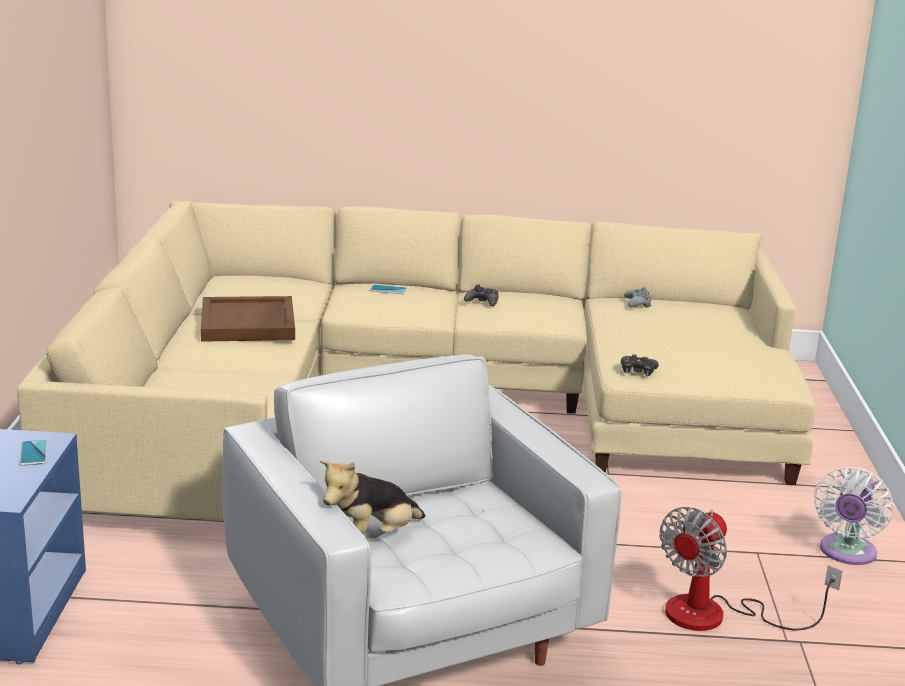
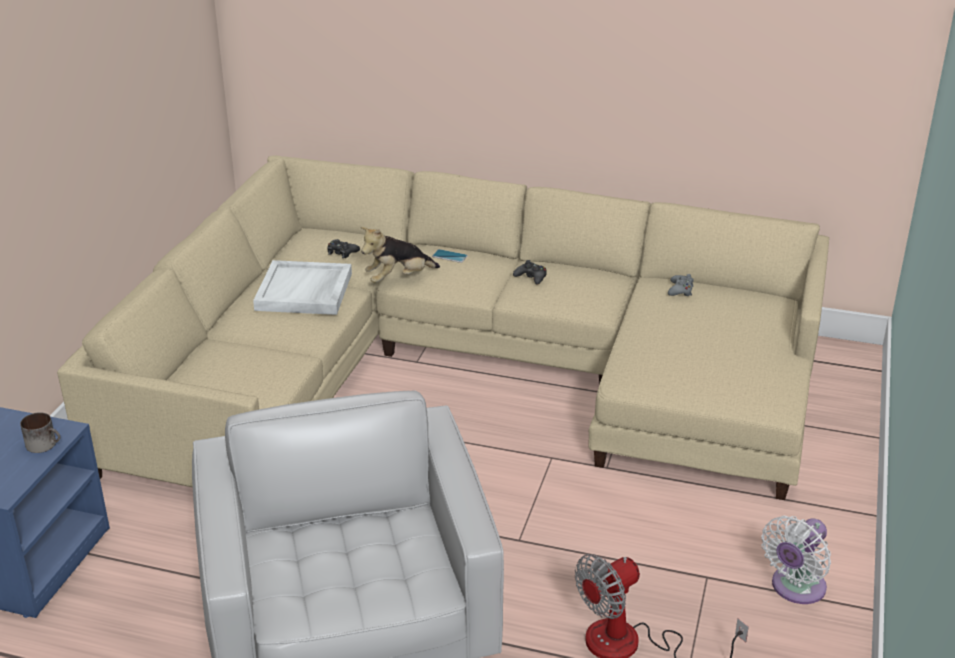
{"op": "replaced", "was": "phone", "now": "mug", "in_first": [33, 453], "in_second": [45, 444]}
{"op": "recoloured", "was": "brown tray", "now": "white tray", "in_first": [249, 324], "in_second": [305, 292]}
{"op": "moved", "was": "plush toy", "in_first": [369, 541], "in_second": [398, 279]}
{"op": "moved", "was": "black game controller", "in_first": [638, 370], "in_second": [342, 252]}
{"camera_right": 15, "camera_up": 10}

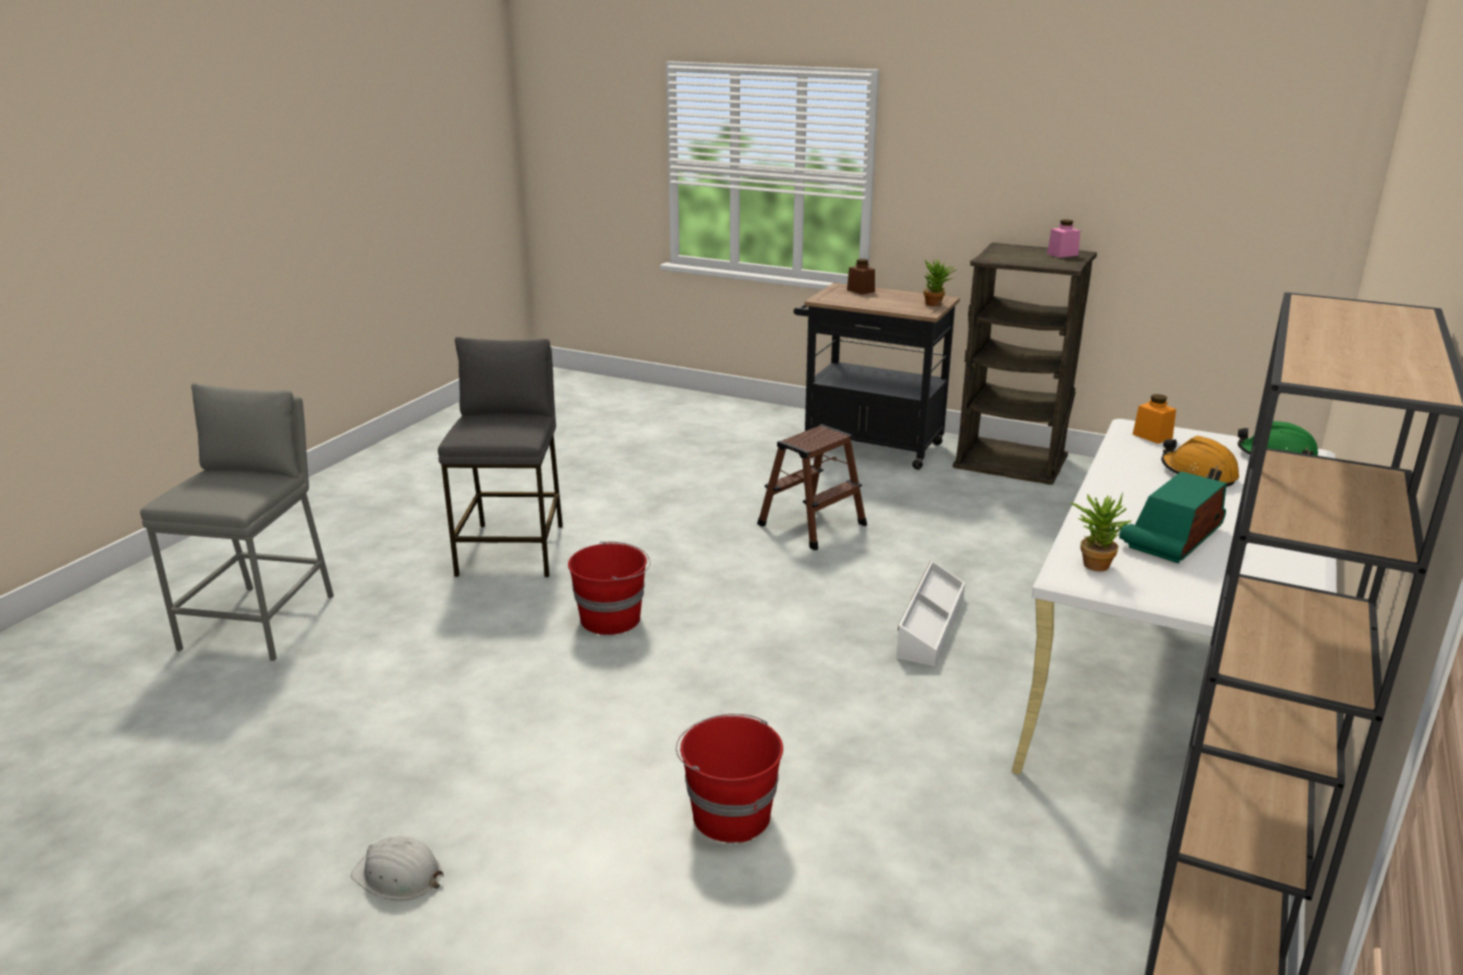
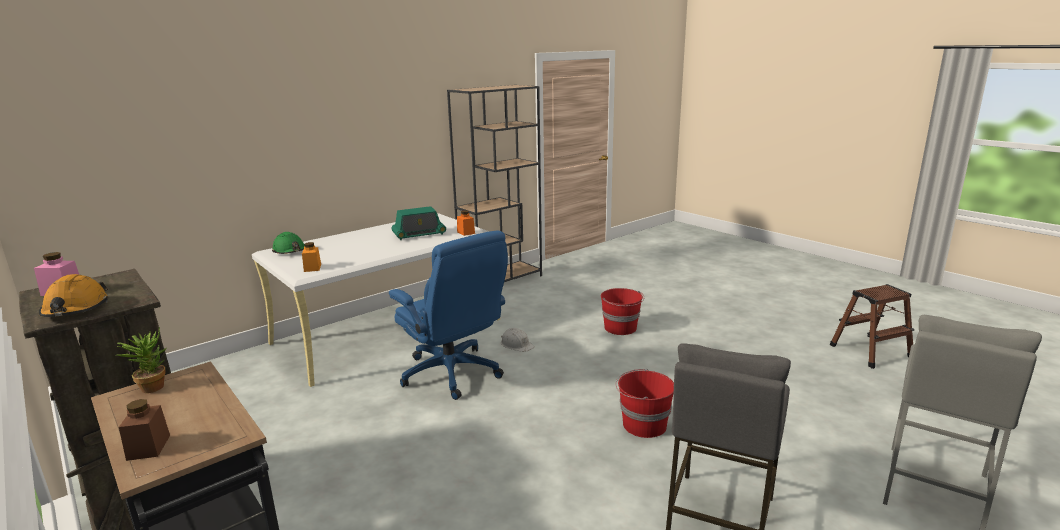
{"op": "moved", "was": "white hard hat", "in_first": [398, 876], "in_second": [516, 344]}
{"op": "moved", "was": "brown step ladder", "in_first": [811, 524], "in_second": [871, 351]}
{"op": "replaced", "was": "white storage box", "now": "blue office chair", "in_first": [929, 625], "in_second": [454, 376]}
{"op": "replaced", "was": "potted plant", "now": "orange jar", "in_first": [1093, 562], "in_second": [466, 232]}
{"op": "moved", "was": "orange hard hat", "in_first": [1198, 474], "in_second": [76, 309]}
{"camera_right": -155, "camera_up": -5}

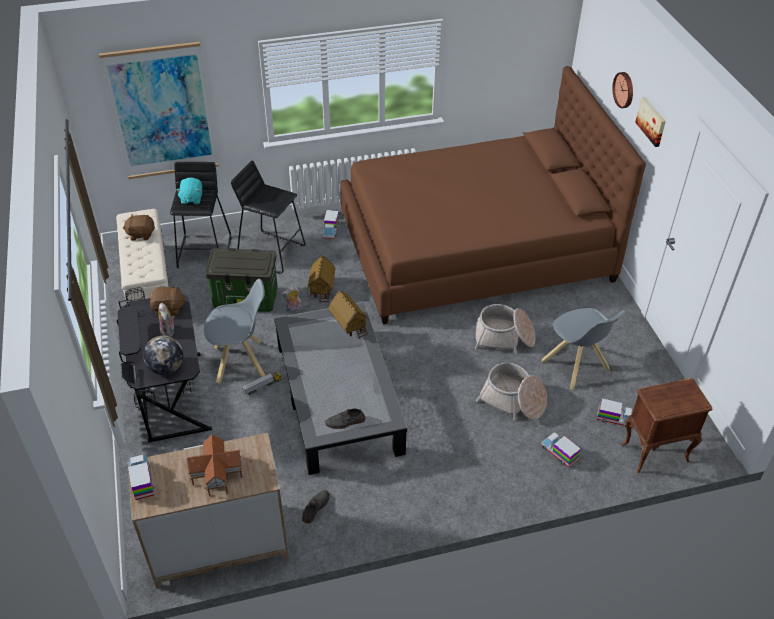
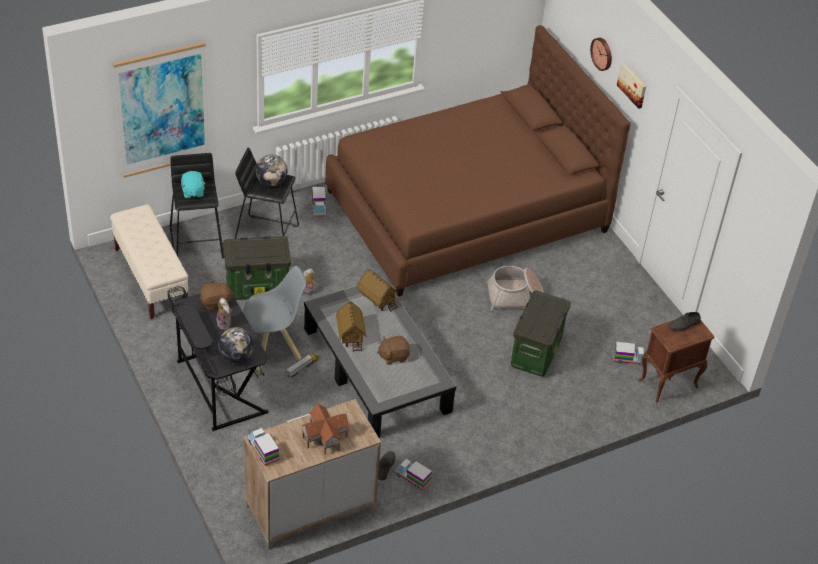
{"op": "moved", "was": "brown plush toy", "in_first": [141, 234], "in_second": [393, 356]}
{"op": "moved", "was": "toy house", "in_first": [322, 289], "in_second": [351, 336]}
{"op": "moved", "was": "grey shoe", "in_first": [345, 422], "in_second": [684, 324]}
{"op": "replaced", "was": "basket", "now": "storage box", "in_first": [513, 400], "in_second": [536, 353]}
{"op": "moved", "was": "toy truck", "in_first": [559, 453], "in_second": [413, 478]}
{"op": "removed", "was": "grey chair", "in_first": [576, 366]}
{"op": "added", "now": "globe", "in_second": [271, 182]}
{"camera_right": -15, "camera_up": 0}

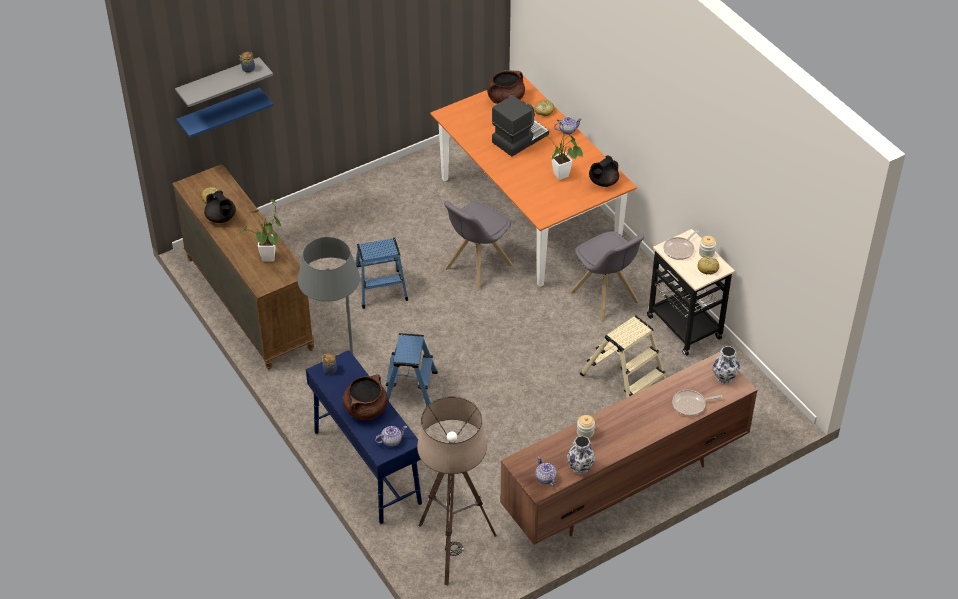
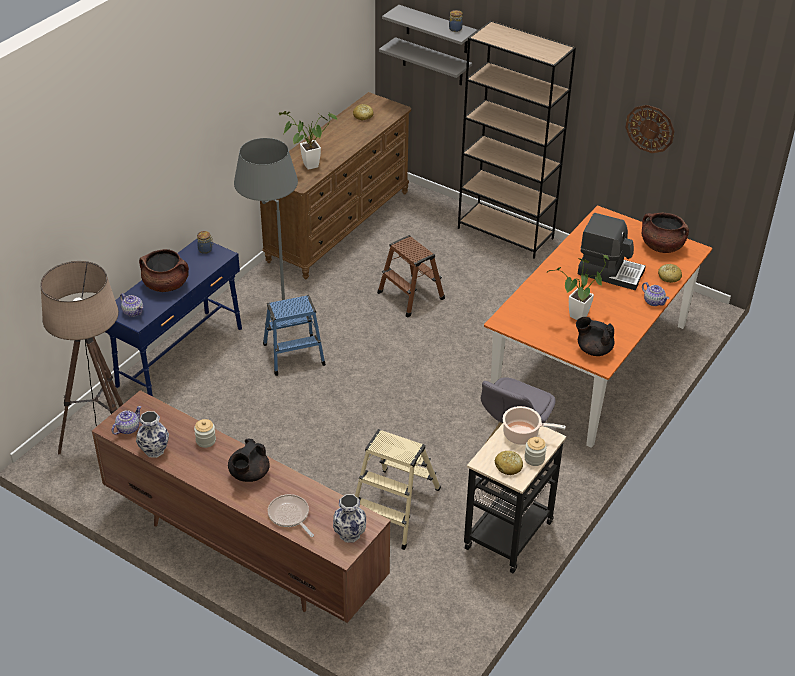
{"op": "recoloured", "was": "blue shelf", "now": "grey shelf", "in_first": [219, 113], "in_second": [432, 62]}
{"op": "moved", "was": "black teapot", "in_first": [221, 218], "in_second": [249, 474]}
{"op": "recoloured", "was": "blue step ladder", "now": "brown step ladder", "in_first": [381, 288], "in_second": [411, 295]}
{"op": "removed", "was": "grey chair", "in_first": [477, 266]}
{"op": "replaced", "was": "frying pan", "now": "cooking pot", "in_first": [680, 249], "in_second": [523, 435]}
{"op": "added", "now": "beige bookcase", "in_second": [506, 233]}
{"op": "added", "now": "wall clock", "in_second": [650, 128]}
{"camera_right": 65, "camera_up": -5}

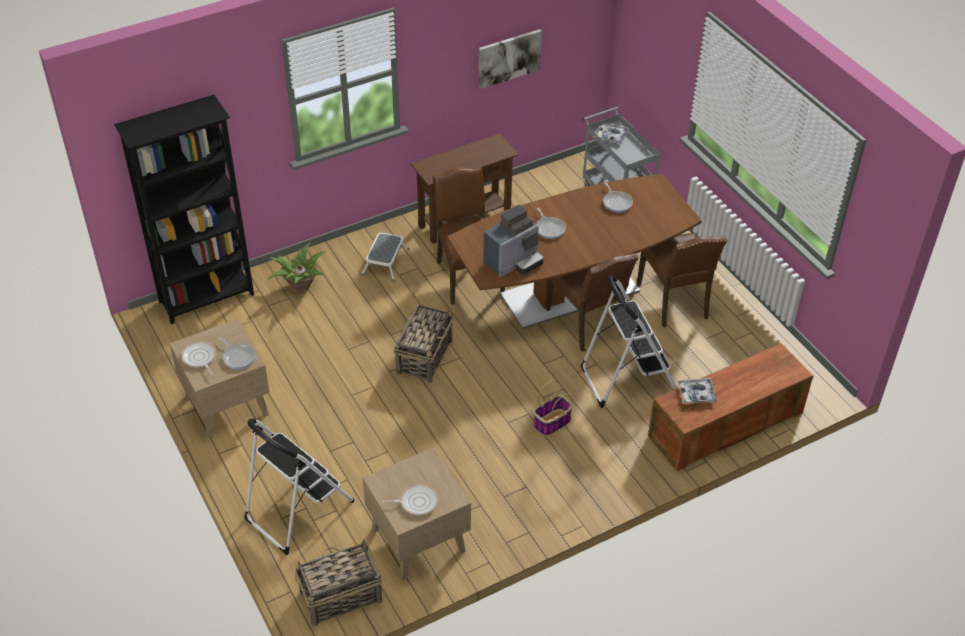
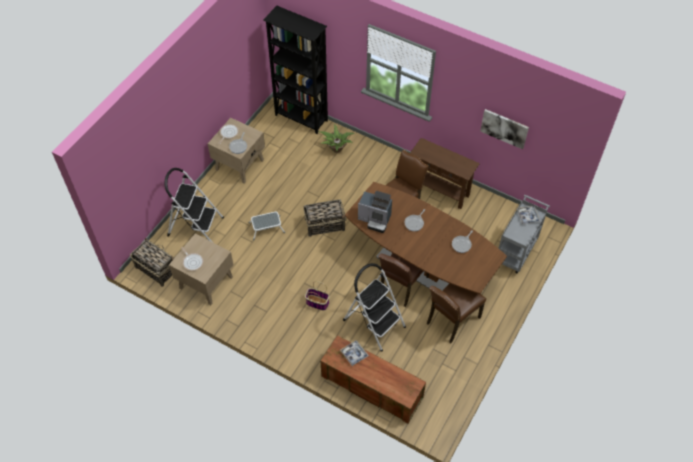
{"op": "moved", "was": "grey step ladder", "in_first": [385, 262], "in_second": [266, 227]}
{"camera_right": 60, "camera_up": 10}

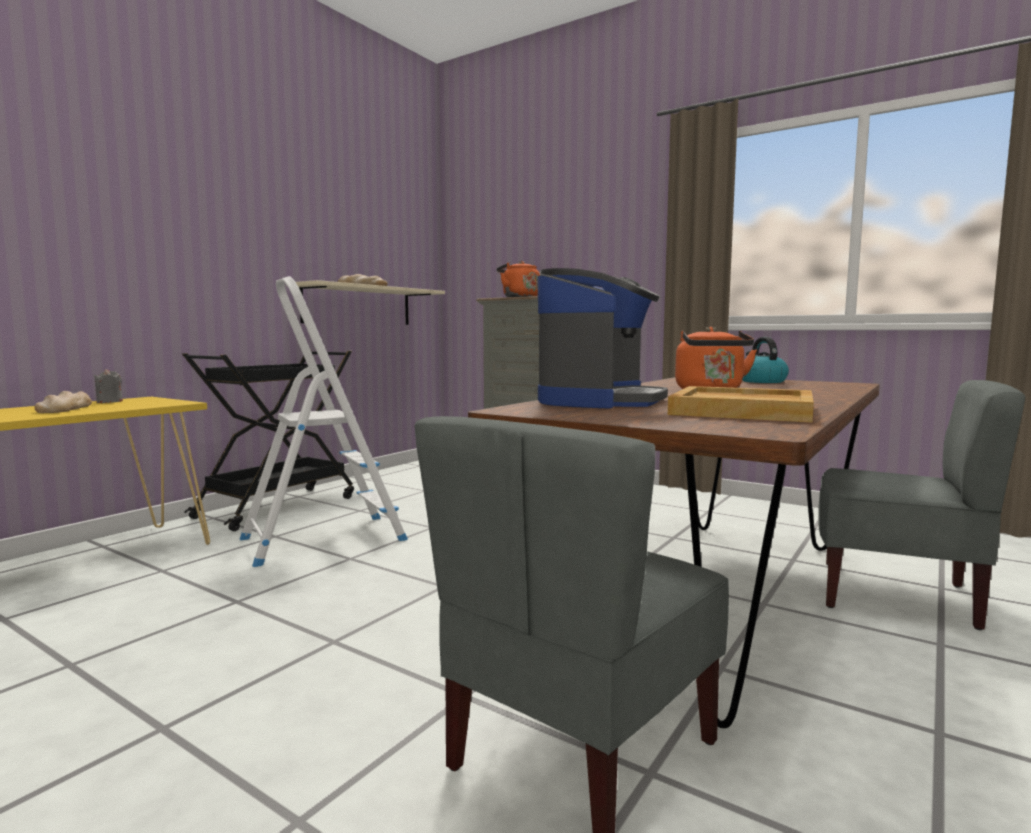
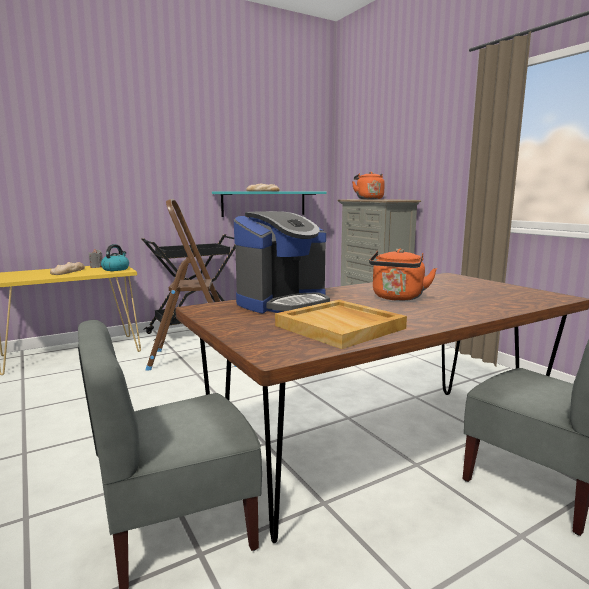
{"op": "recoloured", "was": "white step ladder", "now": "brown step ladder", "in_first": [325, 539], "in_second": [197, 358]}
{"op": "recoloured", "was": "beige shelf", "now": "turquoise shelf", "in_first": [358, 306], "in_second": [264, 203]}
{"op": "moved", "was": "kettle", "in_first": [761, 381], "in_second": [116, 269]}
{"camera_right": 25, "camera_up": 5}

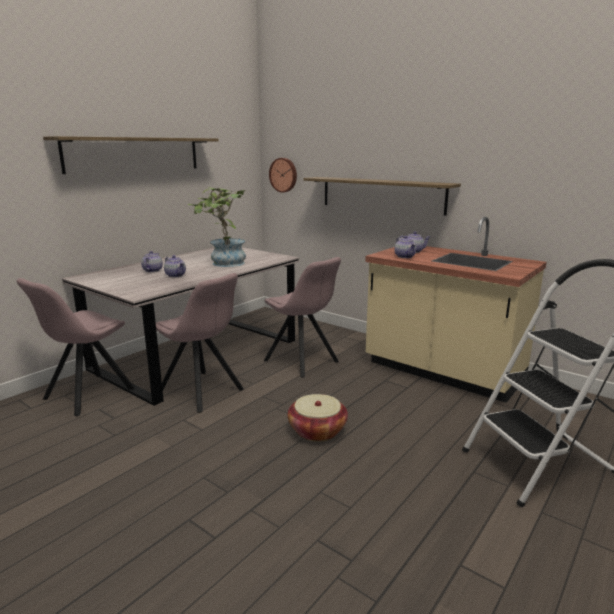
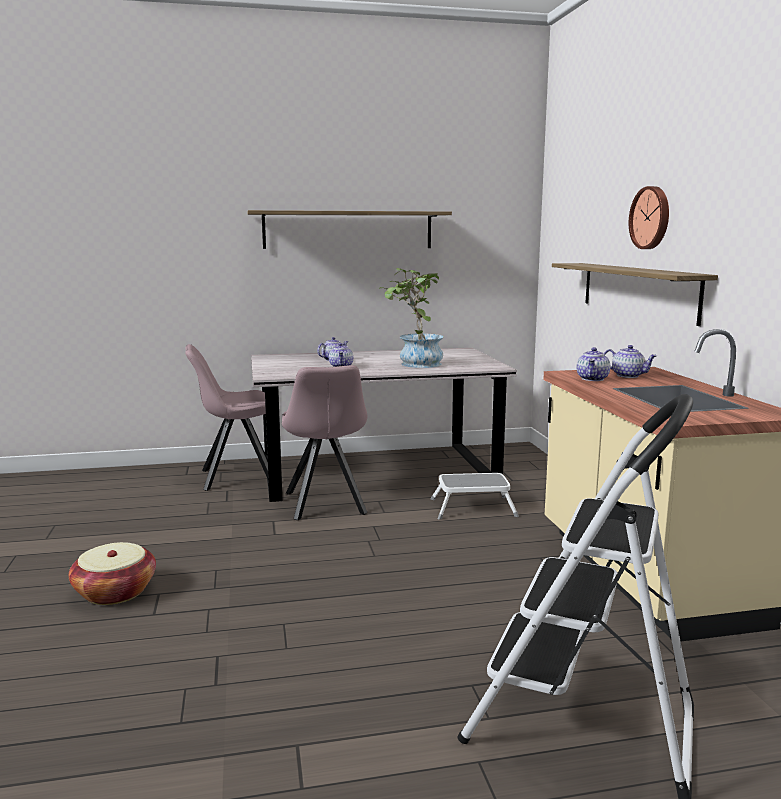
{"op": "replaced", "was": "pink chair", "now": "grey step ladder", "in_first": [302, 361], "in_second": [473, 507]}
{"op": "moved", "was": "wall clock", "in_first": [284, 175], "in_second": [651, 218]}
{"op": "moved", "was": "basket", "in_first": [317, 430], "in_second": [115, 592]}
{"camera_right": 40, "camera_up": -5}

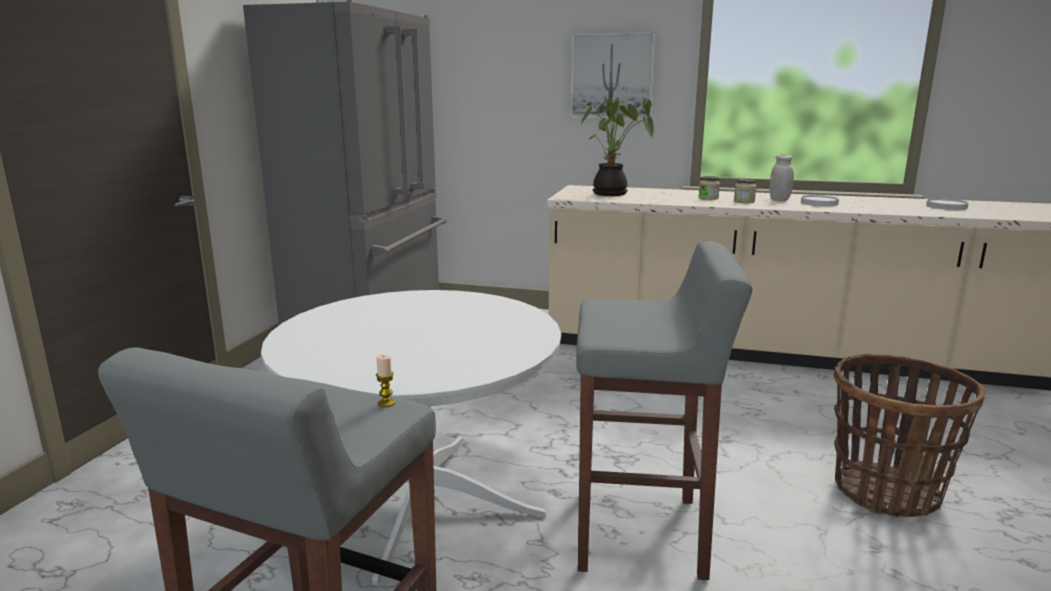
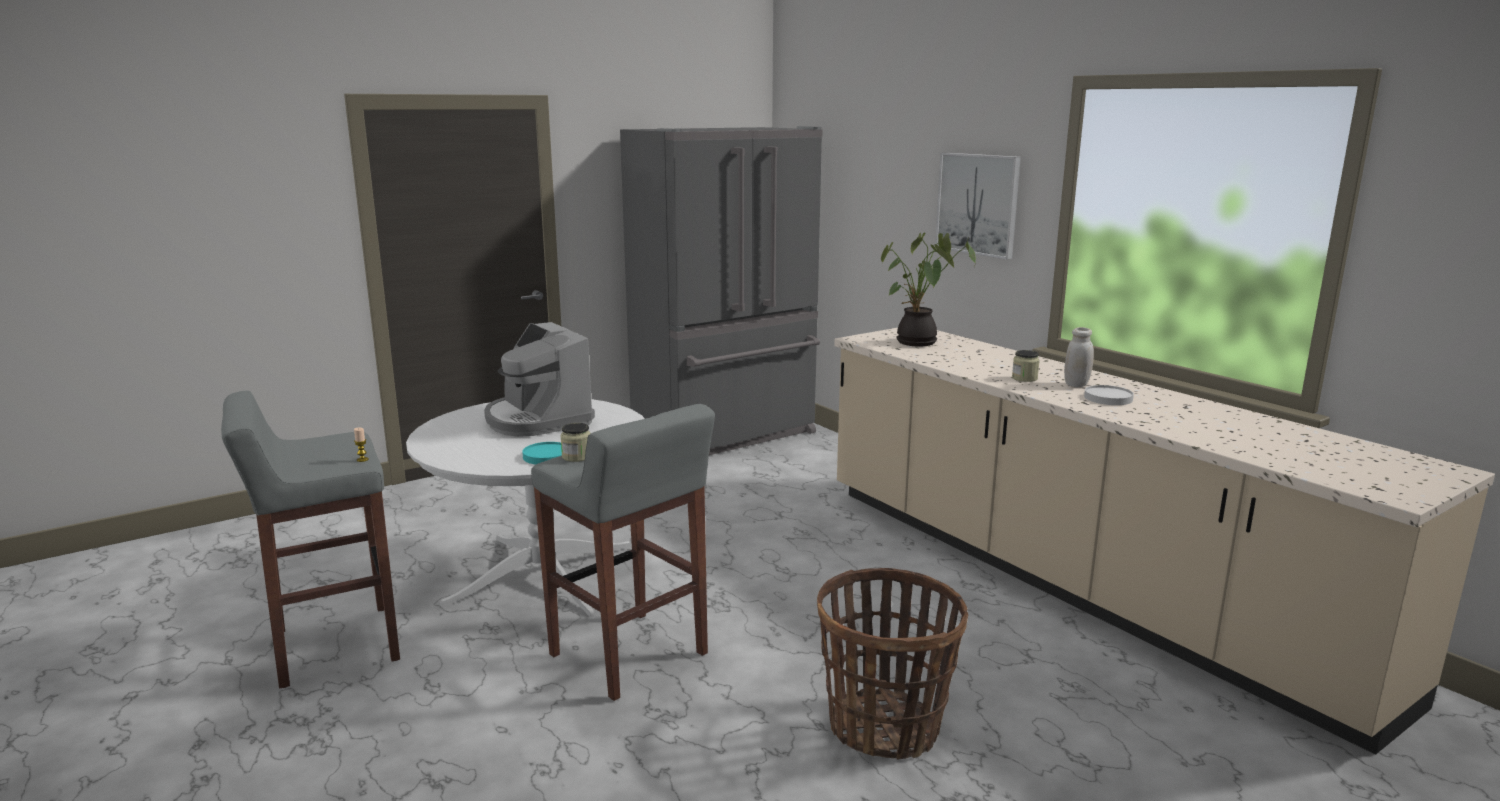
{"op": "moved", "was": "jar", "in_first": [708, 198], "in_second": [577, 456]}
{"op": "removed", "was": "white plate", "in_first": [946, 206]}
{"op": "added", "now": "coffee machine", "in_second": [537, 420]}
{"op": "added", "now": "turquoise plate", "in_second": [546, 456]}
{"camera_right": 40, "camera_up": 0}

